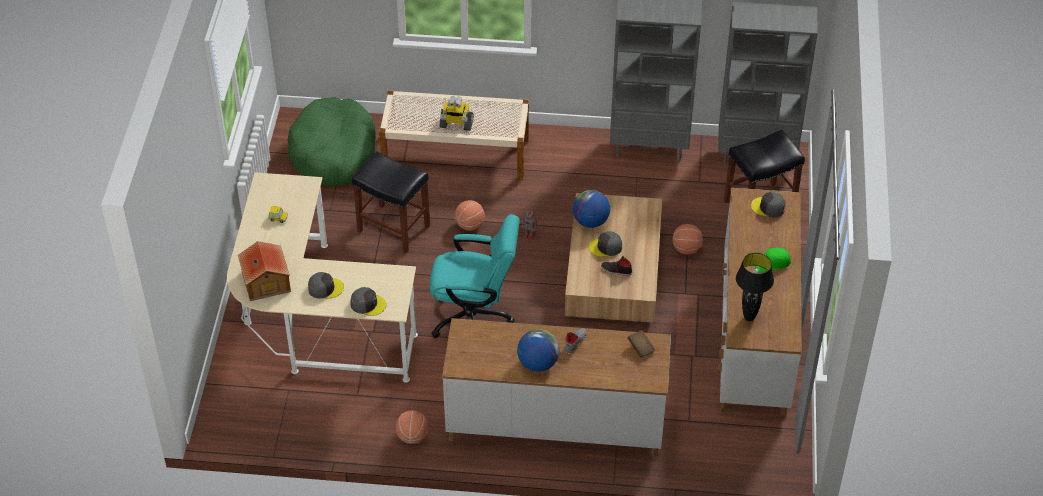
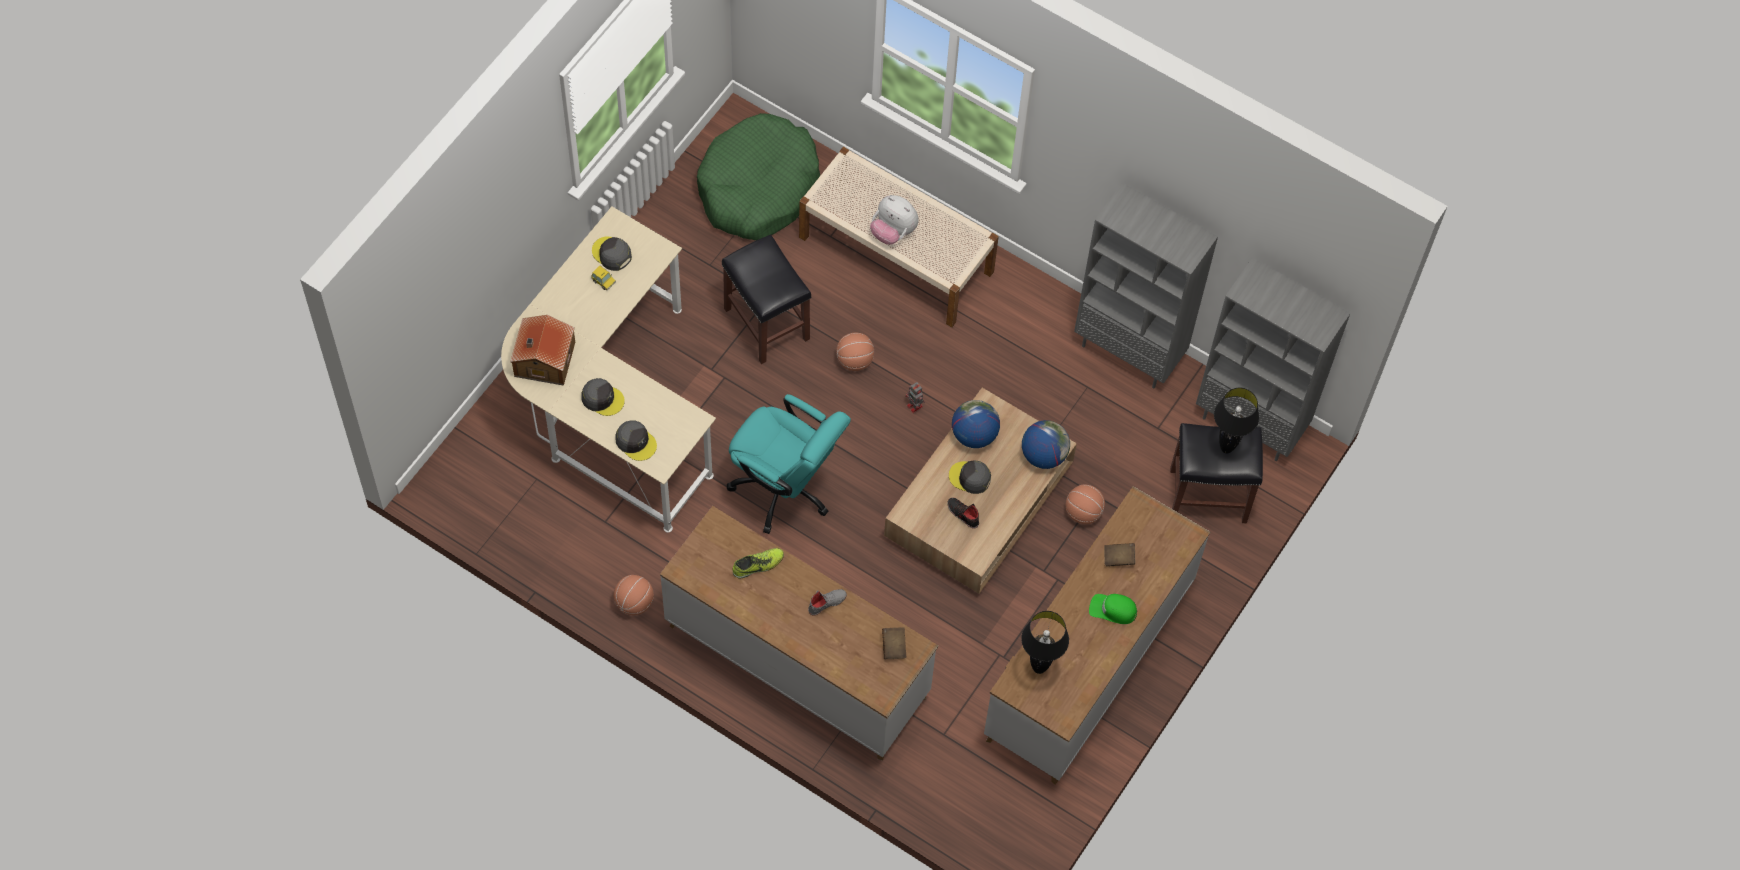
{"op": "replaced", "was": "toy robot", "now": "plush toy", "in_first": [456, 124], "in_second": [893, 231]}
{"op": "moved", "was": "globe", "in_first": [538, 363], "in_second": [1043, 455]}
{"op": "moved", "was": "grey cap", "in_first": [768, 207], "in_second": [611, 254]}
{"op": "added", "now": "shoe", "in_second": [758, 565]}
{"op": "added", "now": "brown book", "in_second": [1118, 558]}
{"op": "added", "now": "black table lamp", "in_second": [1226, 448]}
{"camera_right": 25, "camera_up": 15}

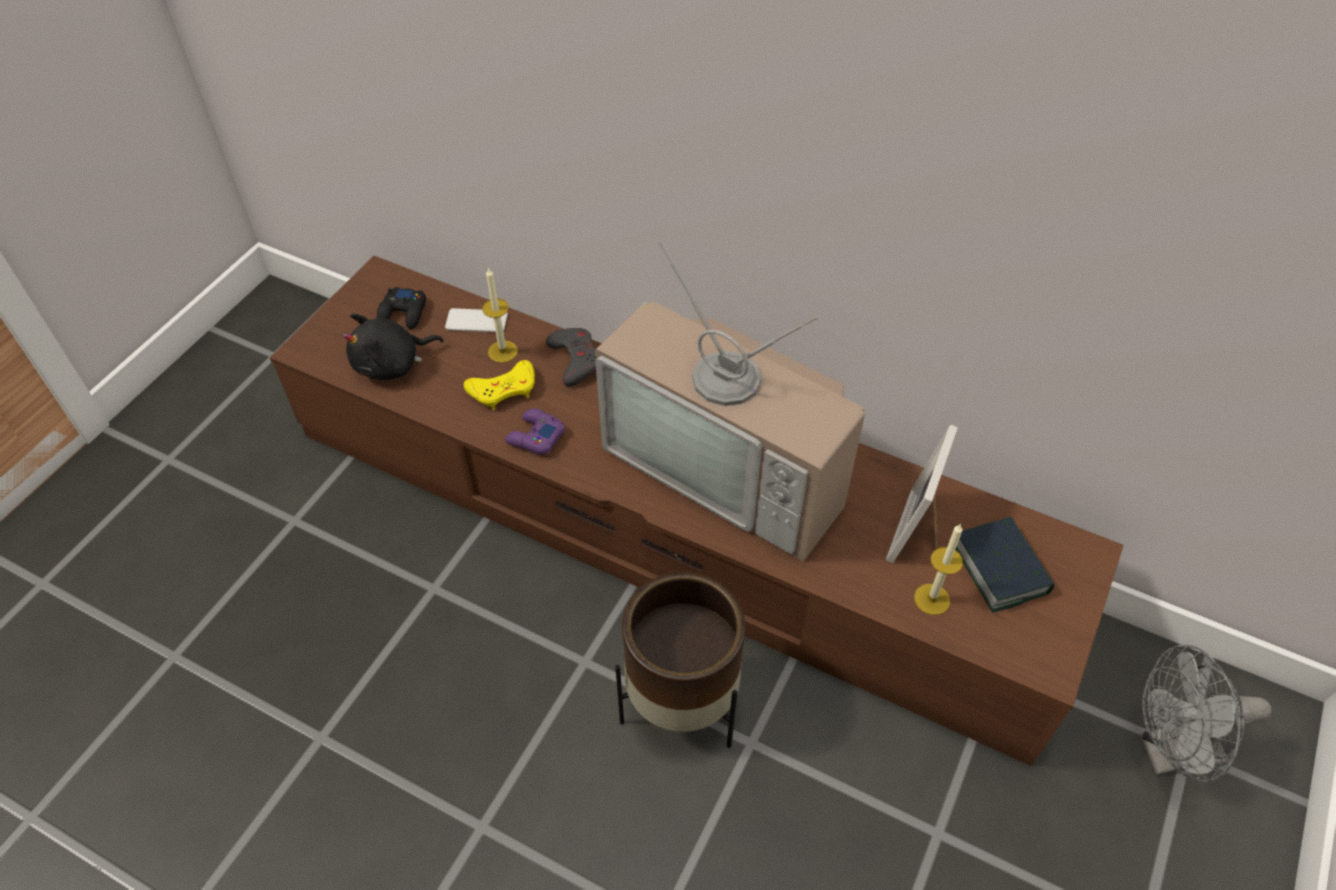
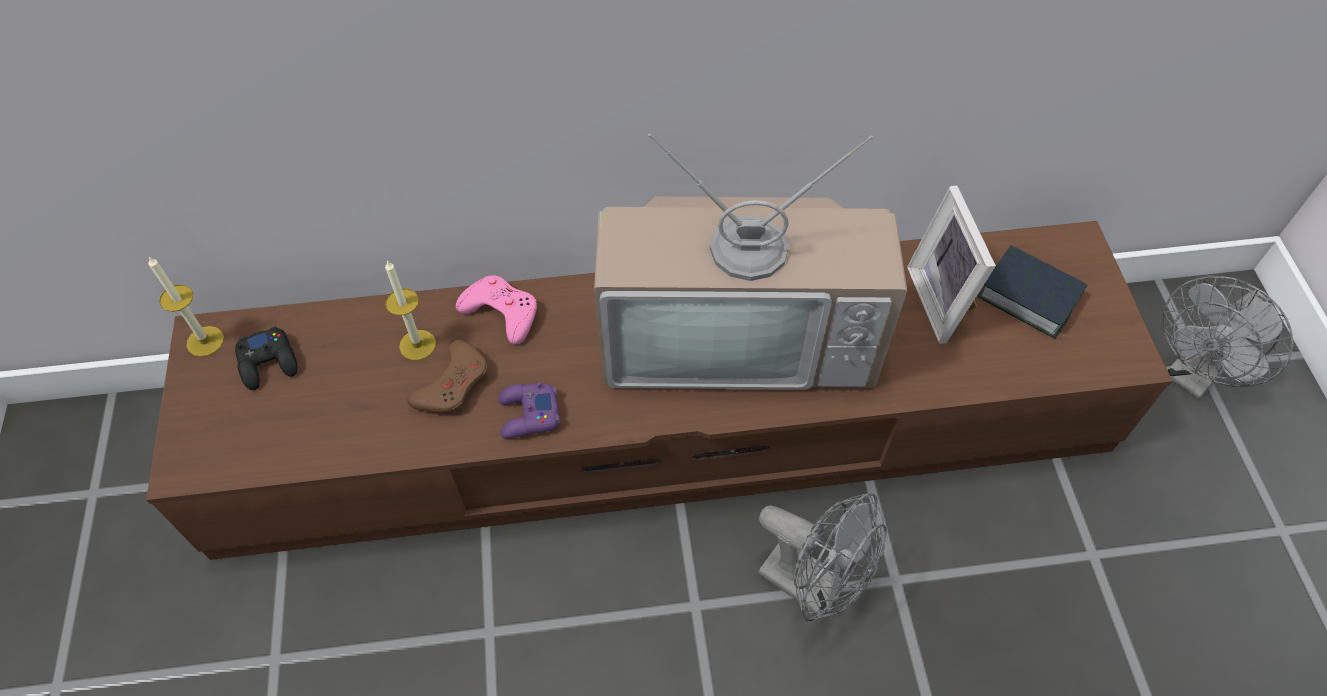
{"op": "removed", "was": "black plush toy", "in_first": [392, 364]}
{"op": "removed", "was": "phone", "in_first": [476, 321]}
{"op": "recoloured", "was": "yellow game controller", "now": "brown game controller", "in_first": [504, 389], "in_second": [453, 384]}
{"op": "recoloured", "was": "grey game controller", "now": "pink game controller", "in_first": [575, 359], "in_second": [501, 312]}
{"op": "replaced", "was": "brown planter", "now": "grey fan", "in_first": [682, 704], "in_second": [813, 586]}
{"op": "moved", "was": "candle", "in_first": [932, 599], "in_second": [205, 341]}
{"camera_right": -35, "camera_up": 5}

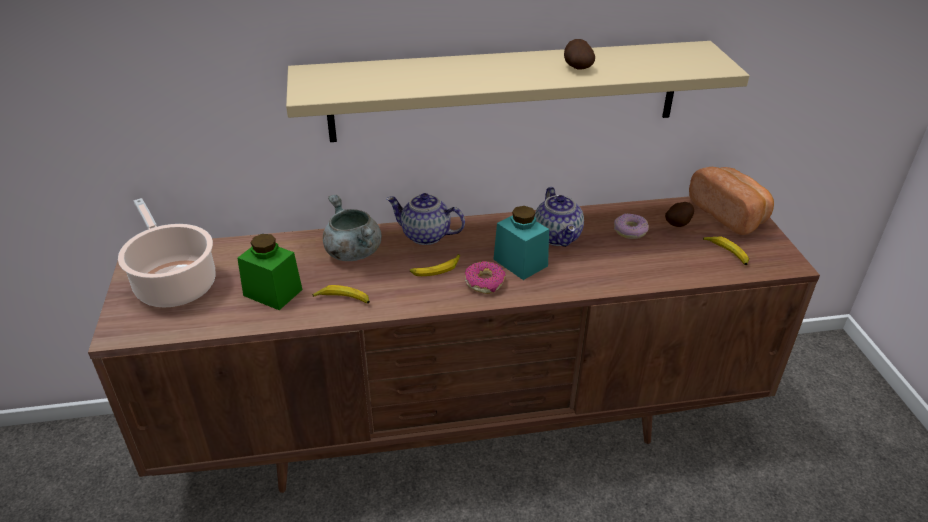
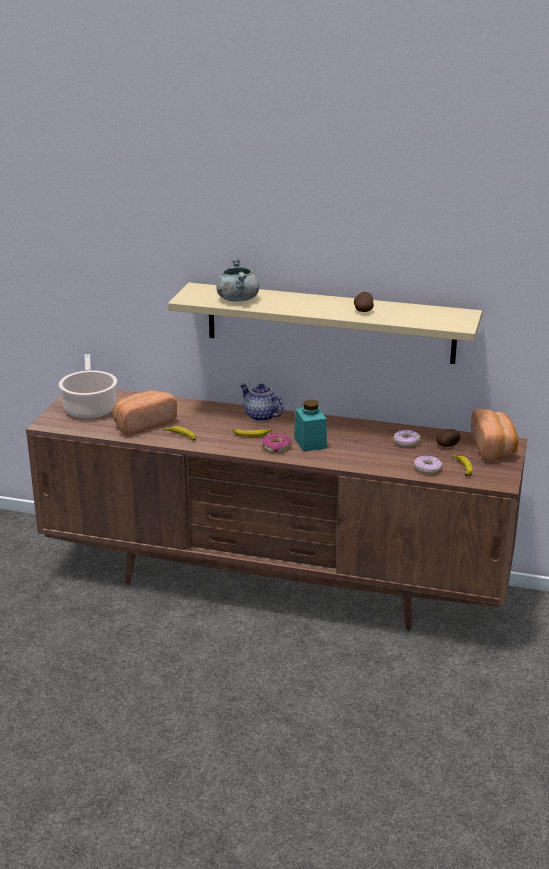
{"op": "replaced", "was": "green jar", "now": "bread", "in_first": [273, 292], "in_second": [143, 424]}
{"op": "moved", "was": "grey cooking pot", "in_first": [352, 252], "in_second": [237, 299]}
{"op": "removed", "was": "teapot", "in_first": [558, 237]}
{"op": "added", "now": "donut", "in_second": [427, 469]}
{"camera_right": 25, "camera_up": -10}

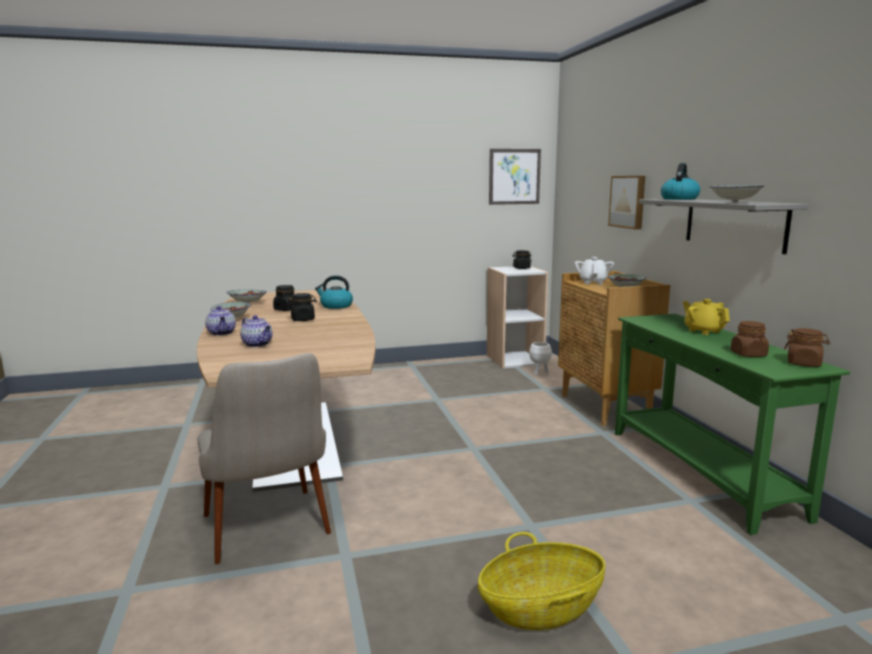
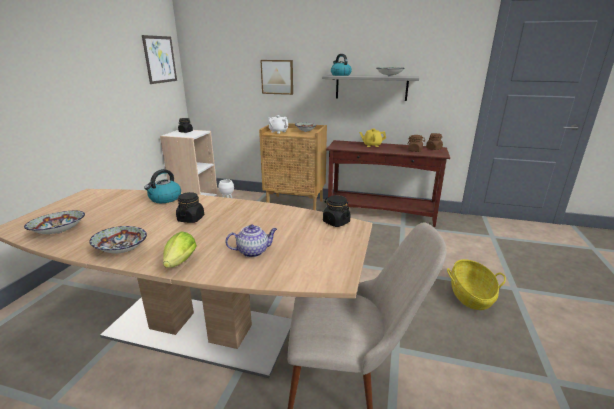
{"op": "replaced", "was": "teapot", "now": "lettuce", "in_first": [222, 333], "in_second": [179, 264]}
{"op": "moved", "was": "black jar", "in_first": [286, 309], "in_second": [336, 222]}
{"op": "recoloured", "was": "green console table", "now": "brown console table", "in_first": [702, 472], "in_second": [381, 213]}
{"camera_right": -60, "camera_up": 10}

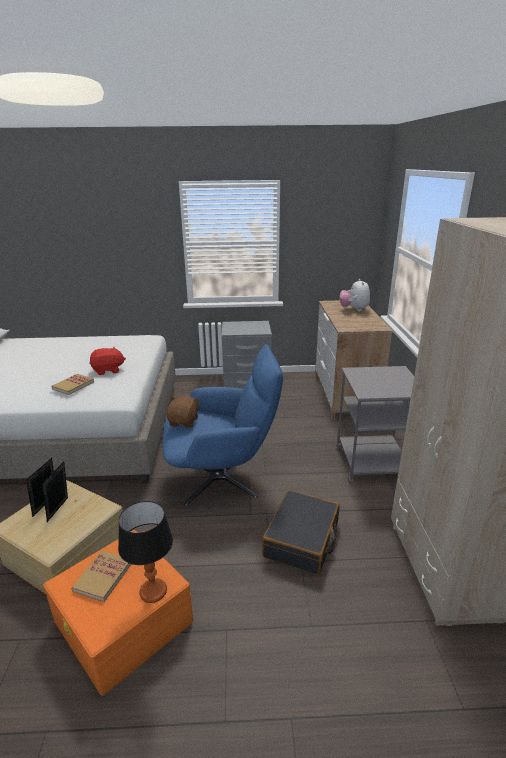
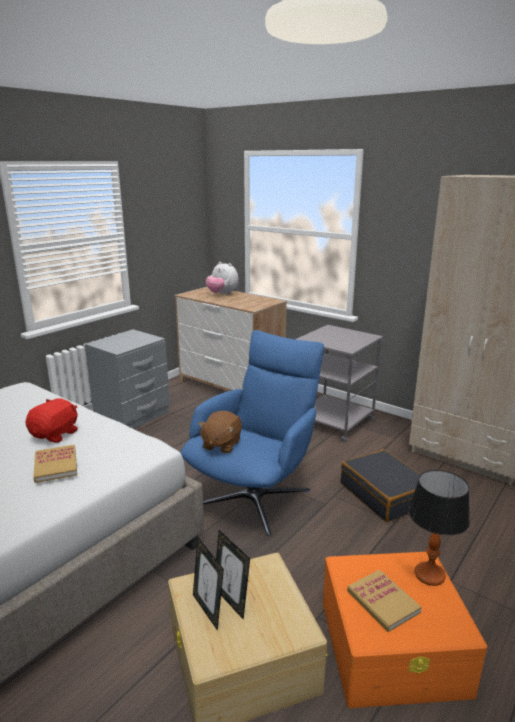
{"op": "turned", "was": "brown plush toy", "in_first": [184, 422], "in_second": [221, 444], "clockwise": -120}
{"camera_right": -50, "camera_up": -5}

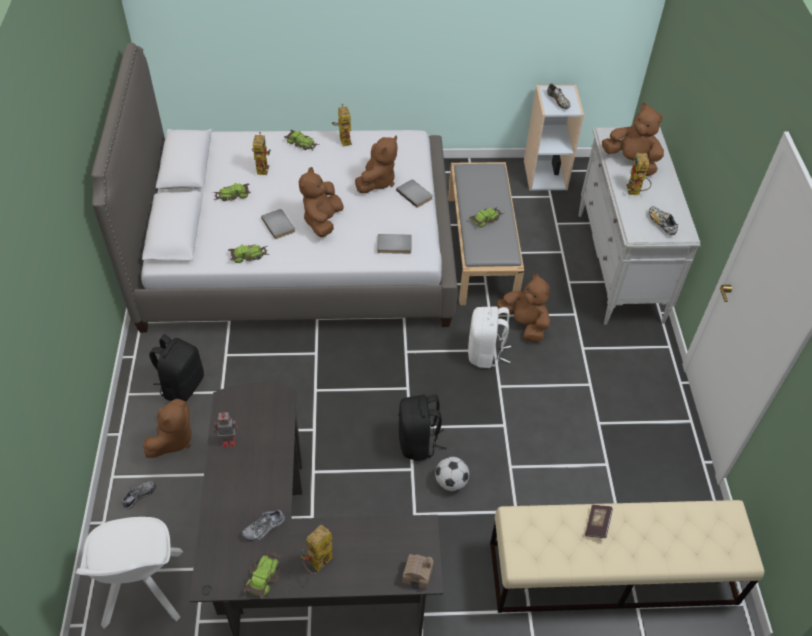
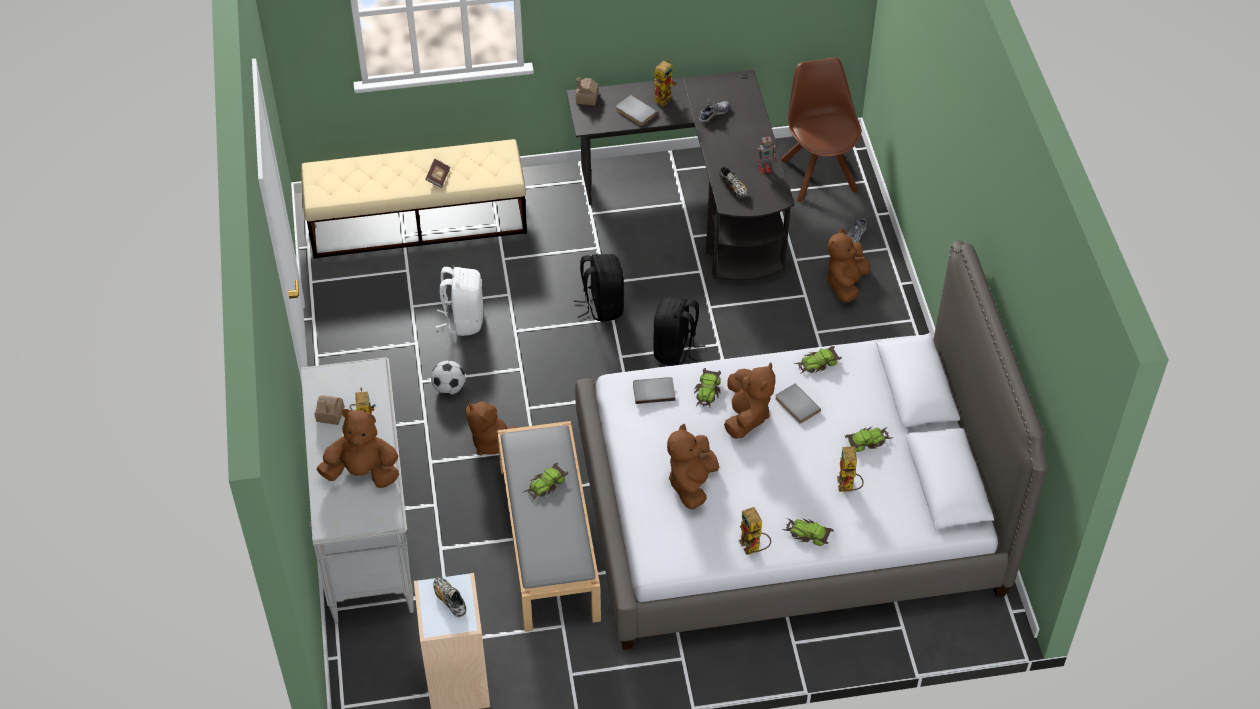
{"op": "recoloured", "was": "white chair", "now": "brown chair", "in_first": [142, 590], "in_second": [819, 173]}
{"op": "moved", "was": "black backpack", "in_first": [182, 385], "in_second": [675, 350]}
{"op": "moved", "was": "toy car", "in_first": [264, 575], "in_second": [708, 391]}
{"op": "moved", "was": "grey book", "in_first": [415, 194], "in_second": [635, 112]}
{"op": "moved", "was": "football", "in_first": [451, 482], "in_second": [449, 388]}
{"op": "moved", "was": "white backpack", "in_first": [485, 353], "in_second": [463, 319]}
{"op": "turned", "was": "brown plush toy", "in_first": [631, 162], "in_second": [363, 473], "clockwise": 150}
{"op": "moved", "was": "shoe", "in_first": [661, 224], "in_second": [733, 187]}
{"op": "added", "now": "toy house", "in_second": [330, 414]}
{"camera_right": 175, "camera_up": 0}

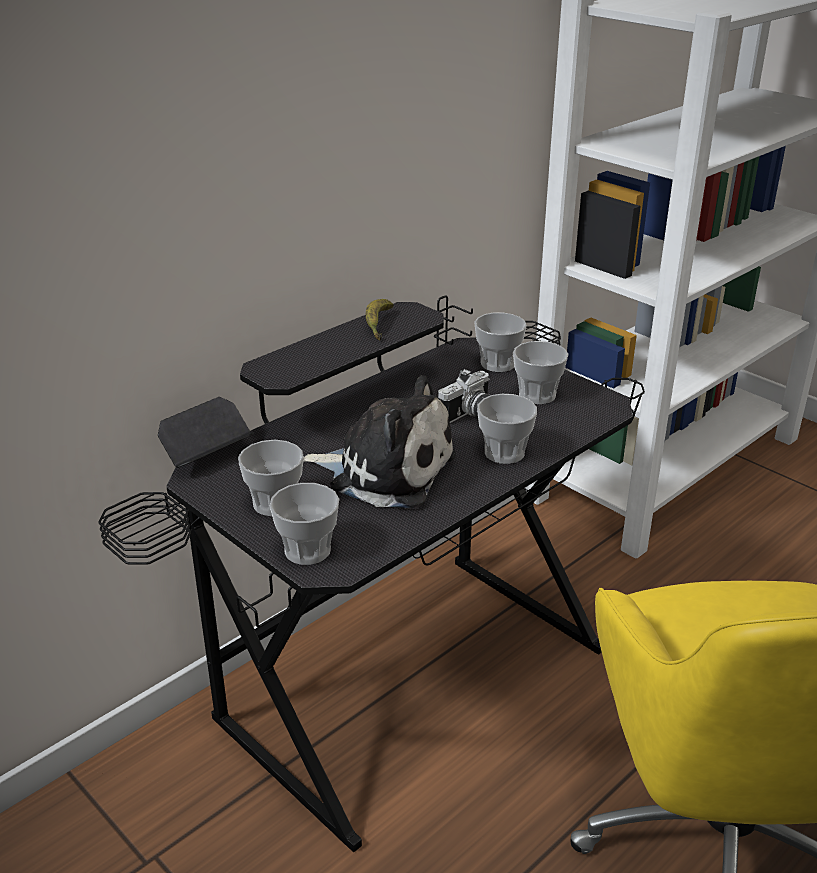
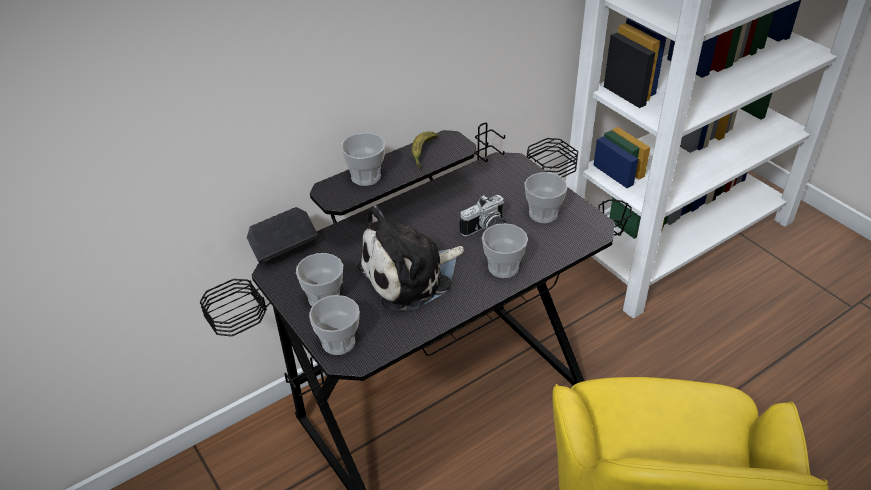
{"op": "turned", "was": "plush toy", "in_first": [386, 470], "in_second": [411, 276], "clockwise": 120}
{"op": "moved", "was": "cup", "in_first": [498, 364], "in_second": [366, 177]}
{"camera_right": 10, "camera_up": 10}

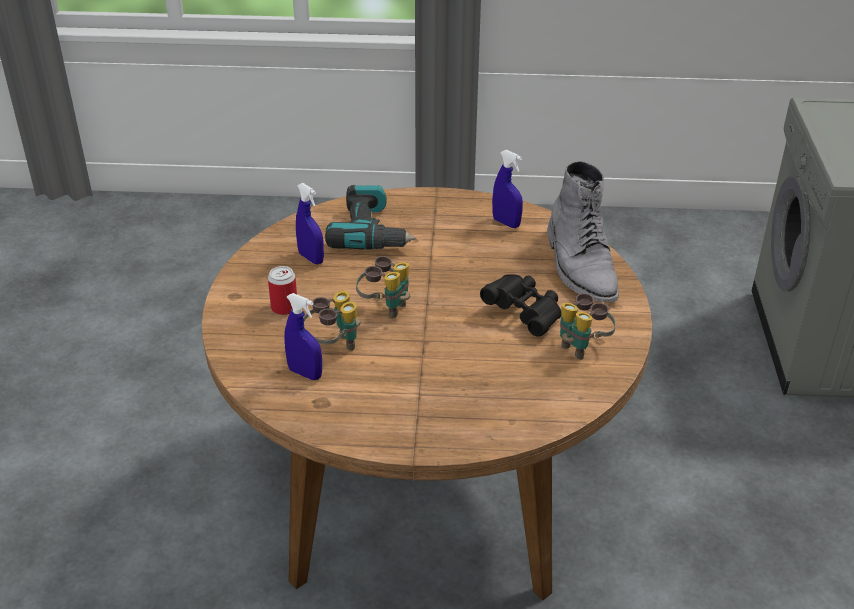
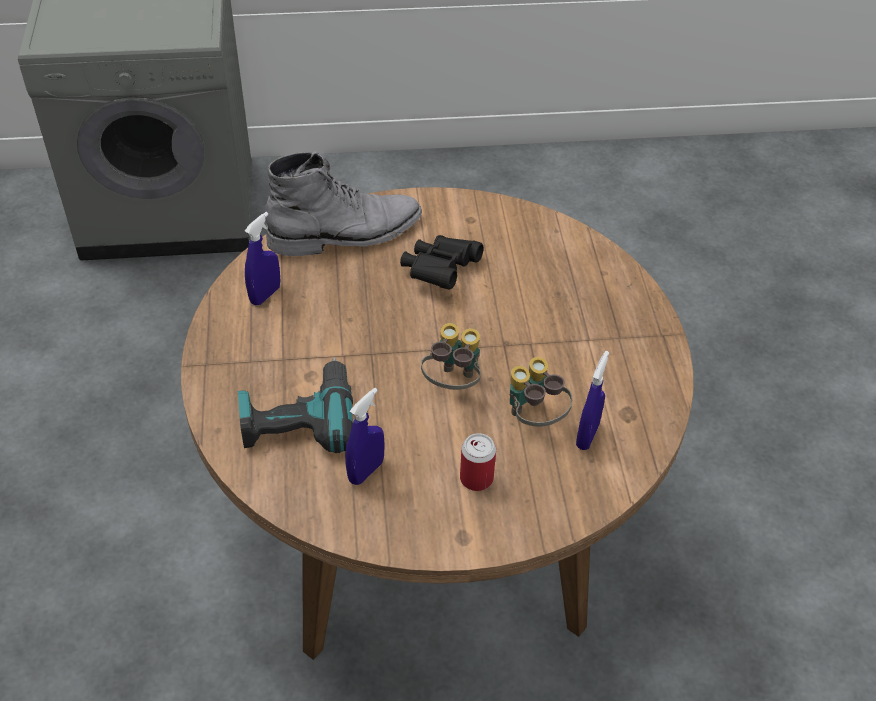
{"op": "removed", "was": "binoculars", "in_first": [582, 346]}
{"camera_right": -100, "camera_up": 10}

